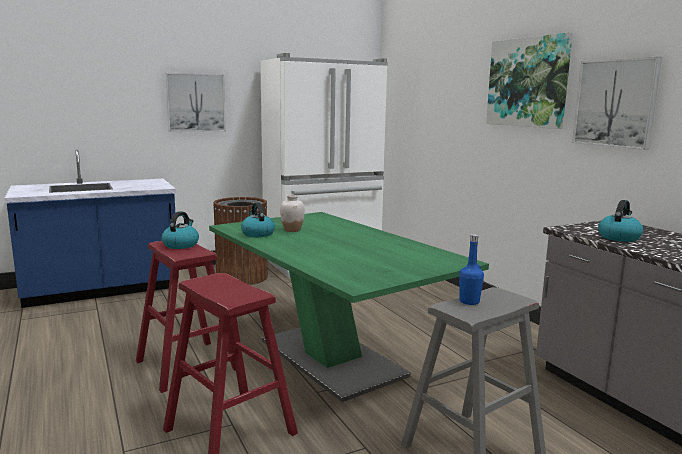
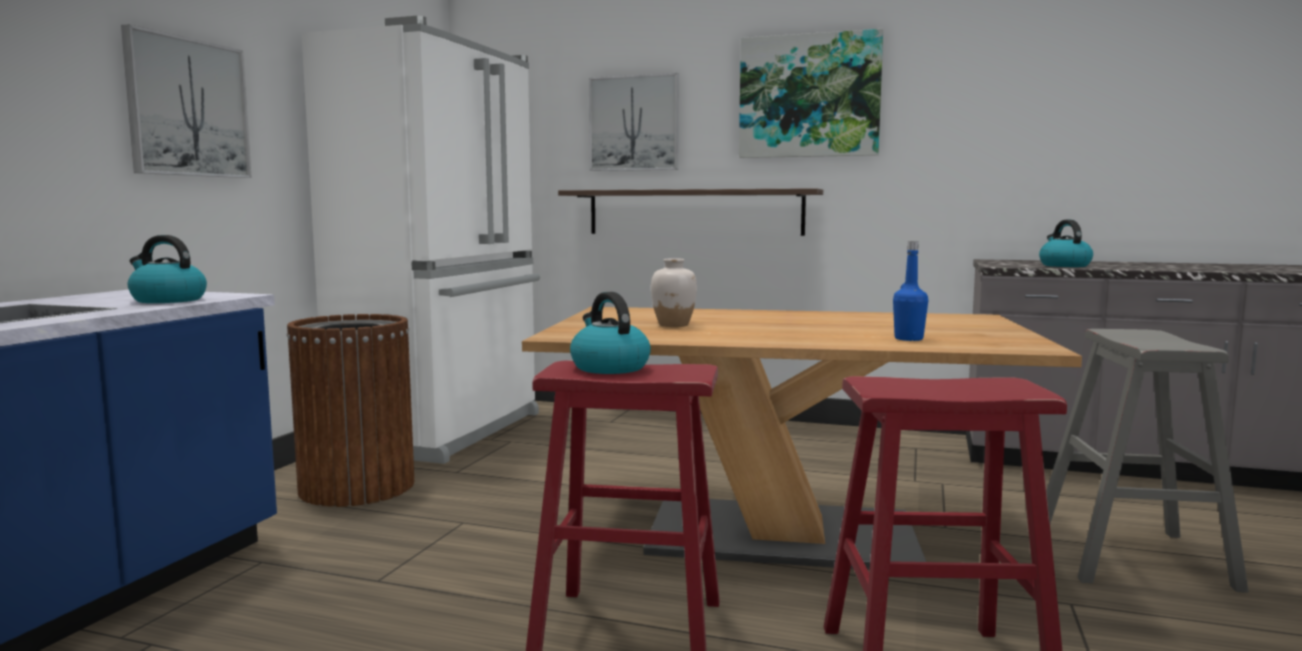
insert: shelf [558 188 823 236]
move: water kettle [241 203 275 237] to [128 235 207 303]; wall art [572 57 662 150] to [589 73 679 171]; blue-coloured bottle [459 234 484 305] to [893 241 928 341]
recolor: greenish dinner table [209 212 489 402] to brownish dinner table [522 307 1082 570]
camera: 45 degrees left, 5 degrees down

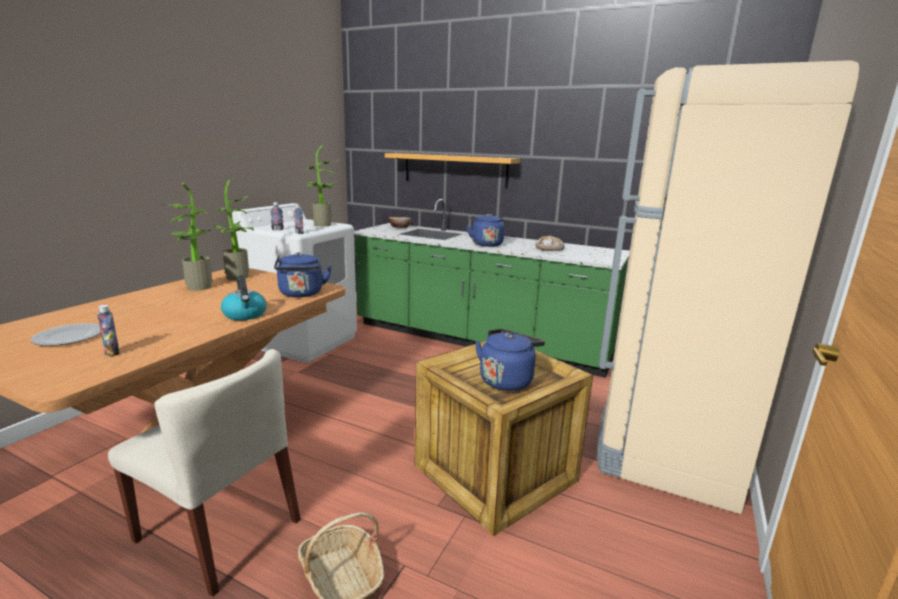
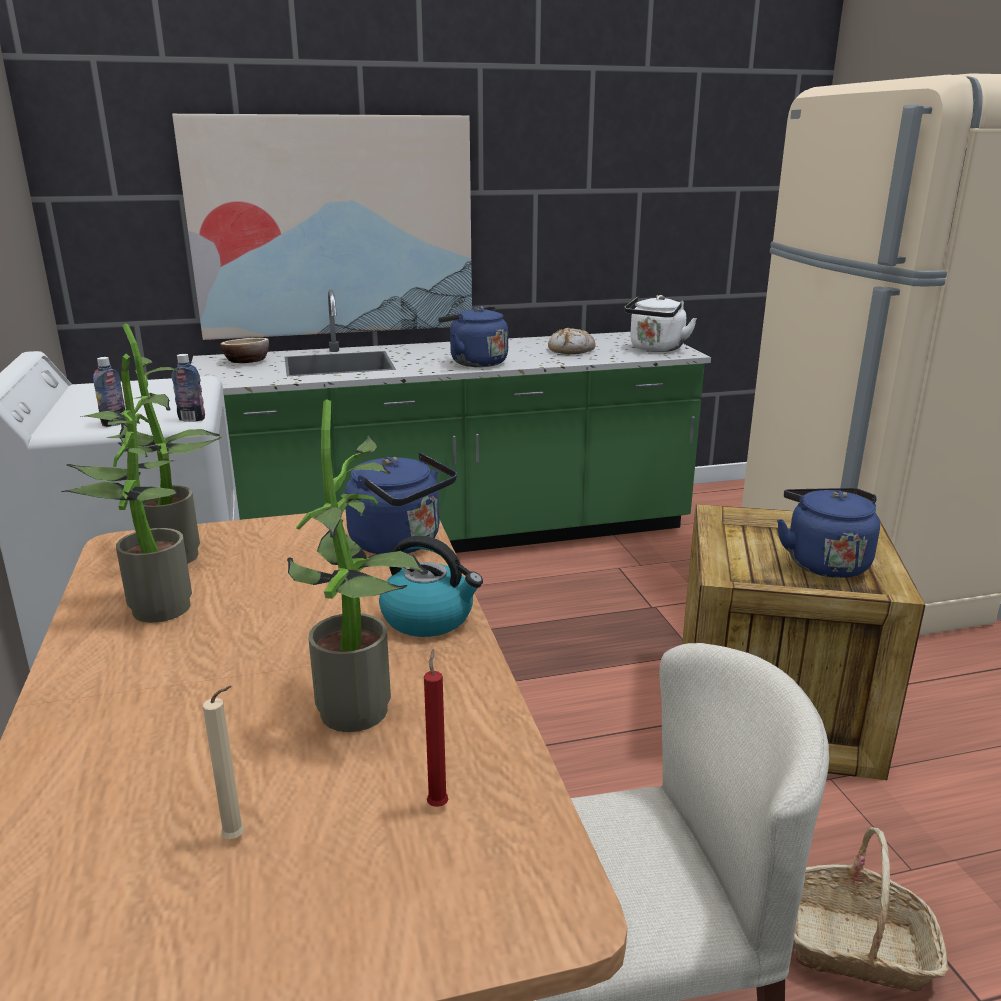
insert: white-coloured water kettle [624 295 697 352]
move: houseplant [306 145 339 227] to [287 399 429 732]
replace: shelf [385 153 520 188] to wall art [172 114 472 340]; flat dish [31 323 101 346] to sand-coloured wax light [203 686 244 839]; bottle [97 305 120 356] to red wax light [424 650 448 807]
camera: 40 degrees left, 5 degrees up

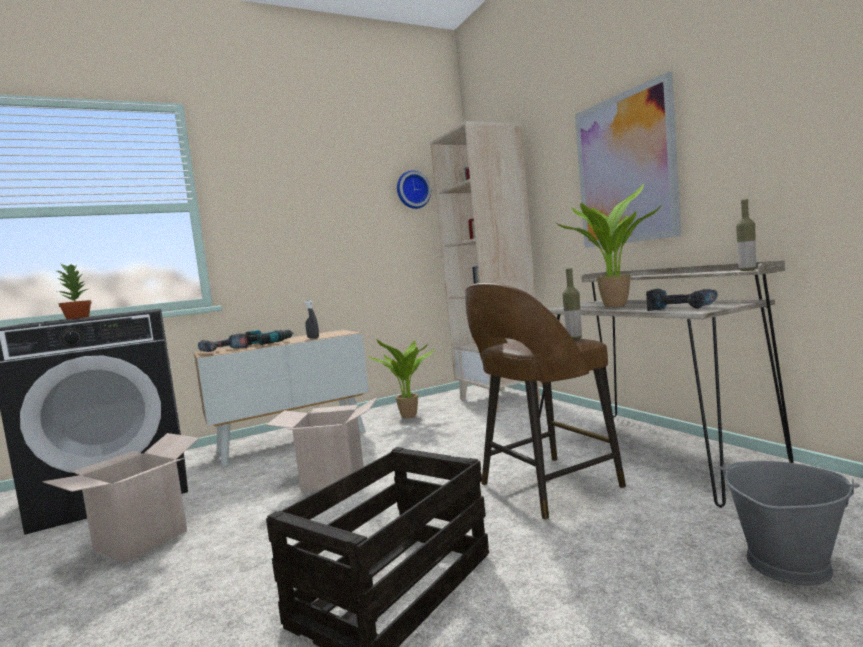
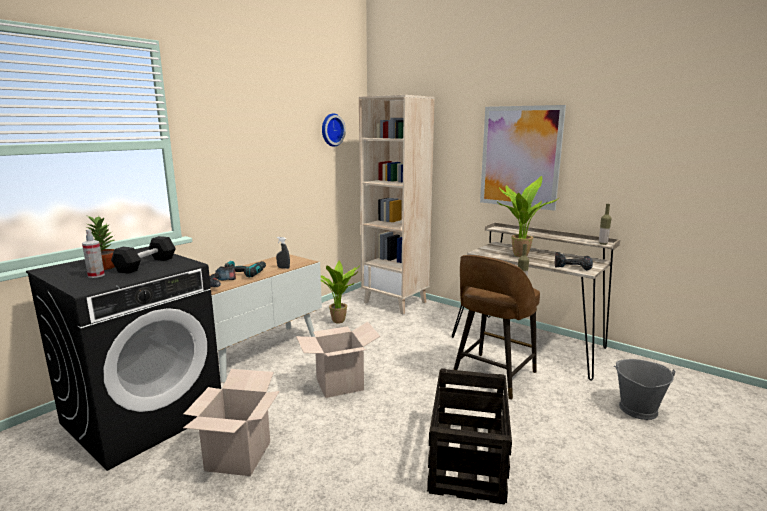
insert: spray bottle [82 229 105 278]; black-coloured hand weight [111 236 176 274]
camera: 25 degrees left, 10 degrees up

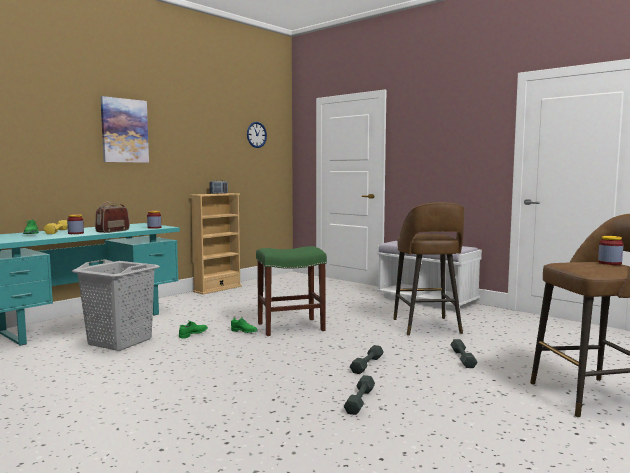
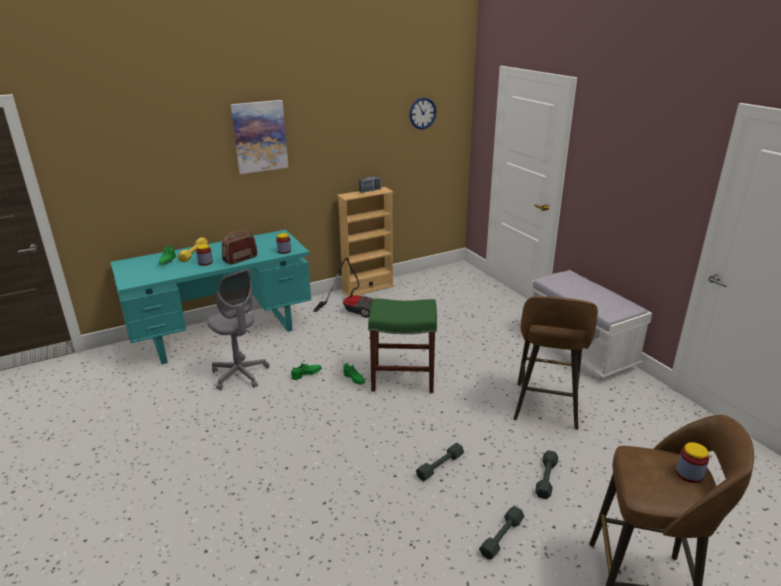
insert: hoover [313 258 372 318]
move: grey hand weight [344 375 375 415] to [479 506 525 559]
replace: grey washing basket [72 259 160 351] to grey office chair [207 269 269 390]
camera: 20 degrees right, 20 degrees up

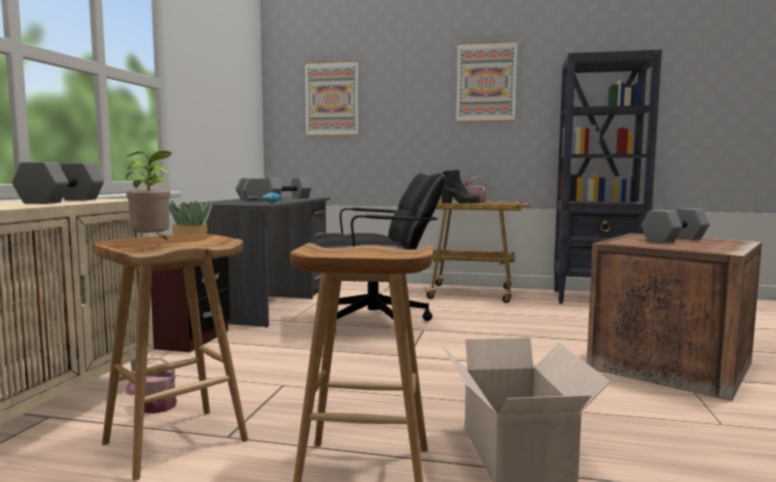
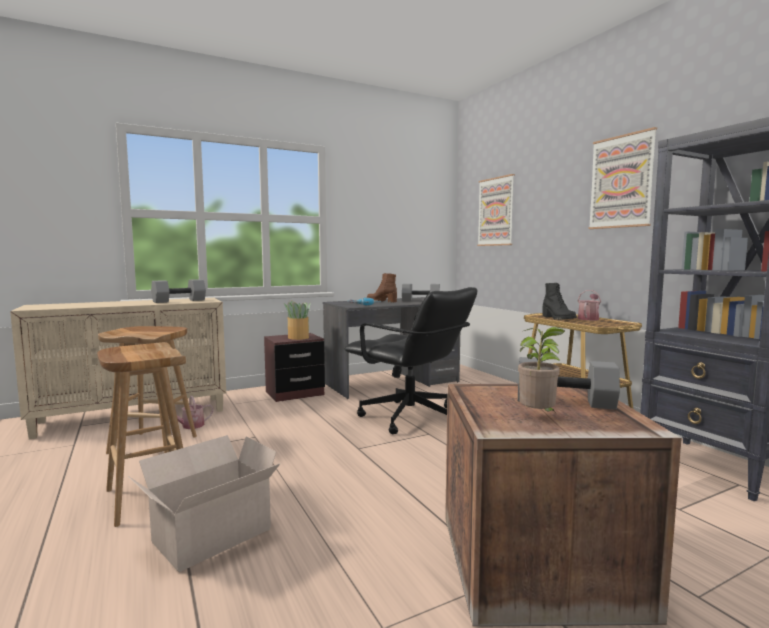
move: houseplant [126 151 172 240] to [518 327 565 413]
replace: grey hand weight [235 178 269 202] to brownish tall boot [367 273 397 302]
camera: 50 degrees right, 0 degrees up

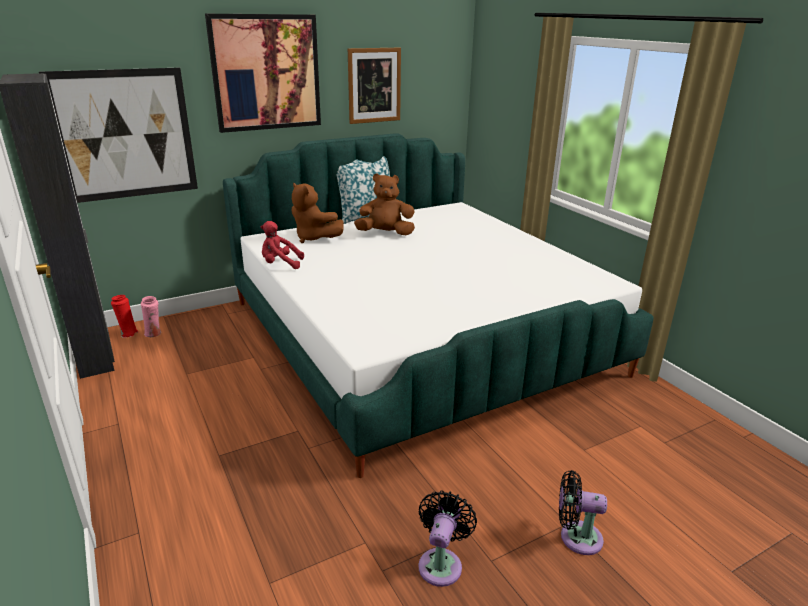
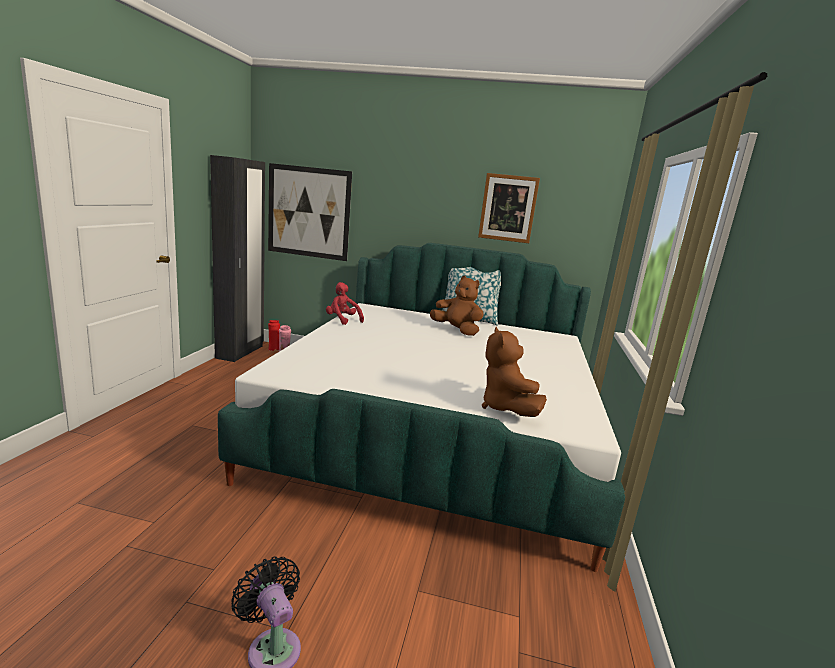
delete: wall art [205 14 321 133]; black-coloured cooling fan [419 490 477 587]
move: brownish soft toy [292 183 343 243] to [482 327 547 417]
camera: 40 degrees right, 10 degrees down

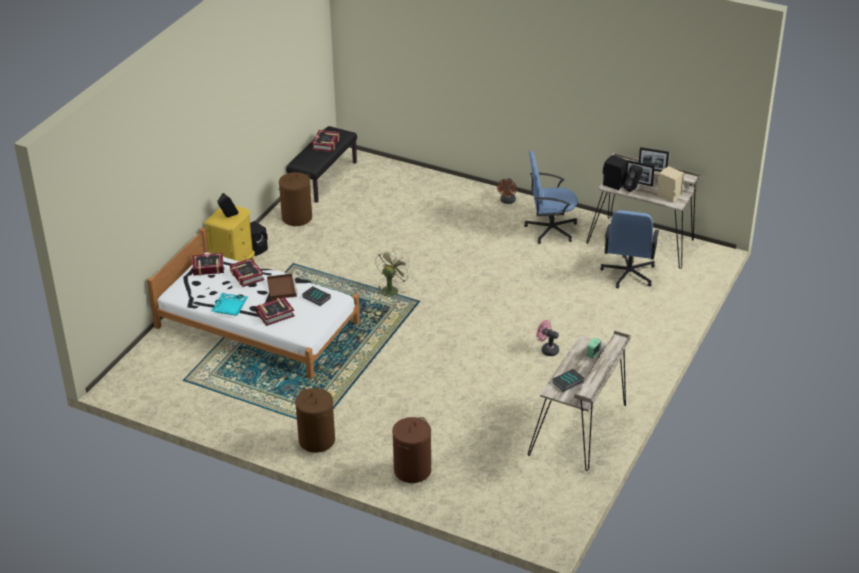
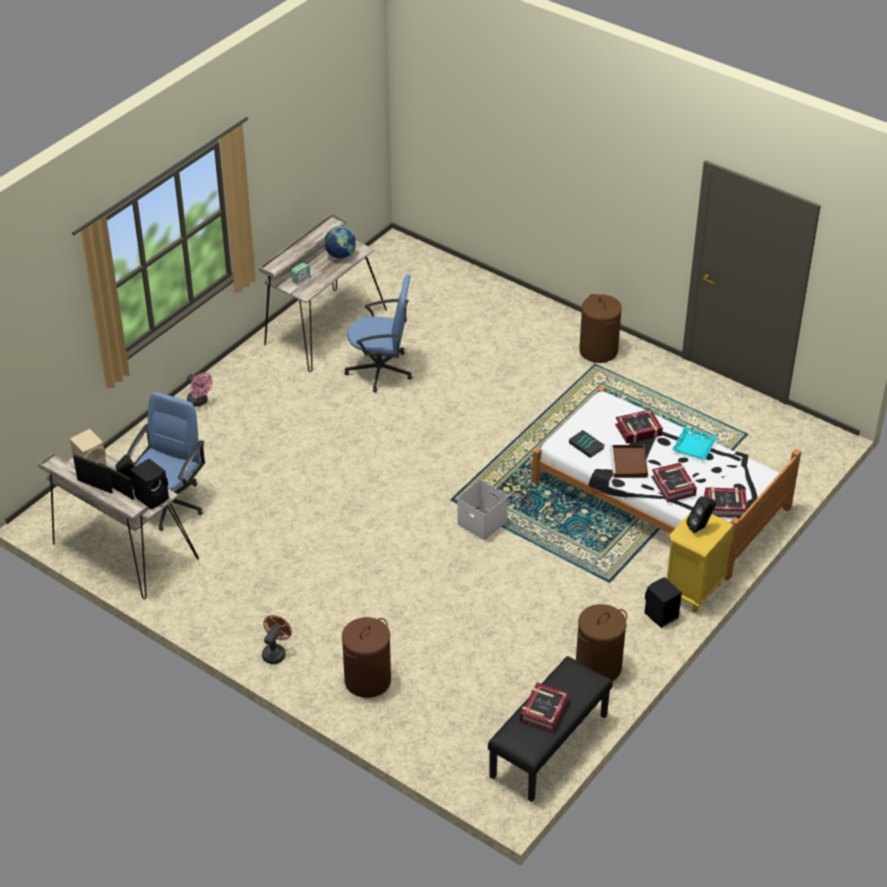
move: pink-coloured cooling fan [536 320 559 356] to [187 373 213 407]; brownish washing basket [392 417 431 483] to [342 617 391 698]; blue-coloured office chair [524 151 578 244] to [344 274 412 393]
replace: volume [552 369 584 392] to desk globe [324 226 356 258]; greenish cooling fan [375 250 411 297] to white-coloured storage container [457 479 508 541]
camera: 170 degrees left, 5 degrees up

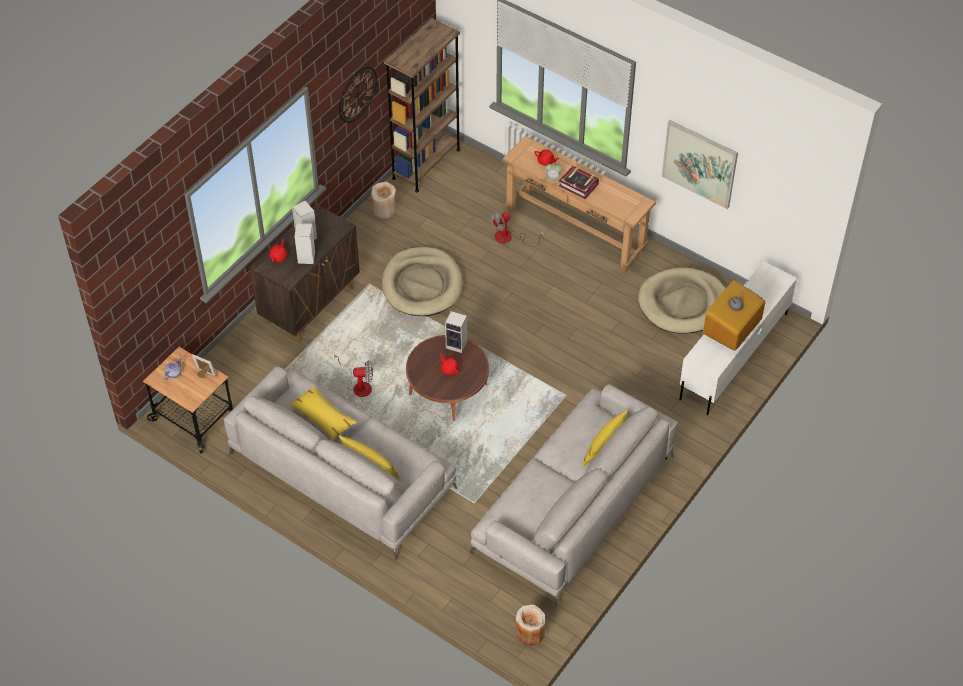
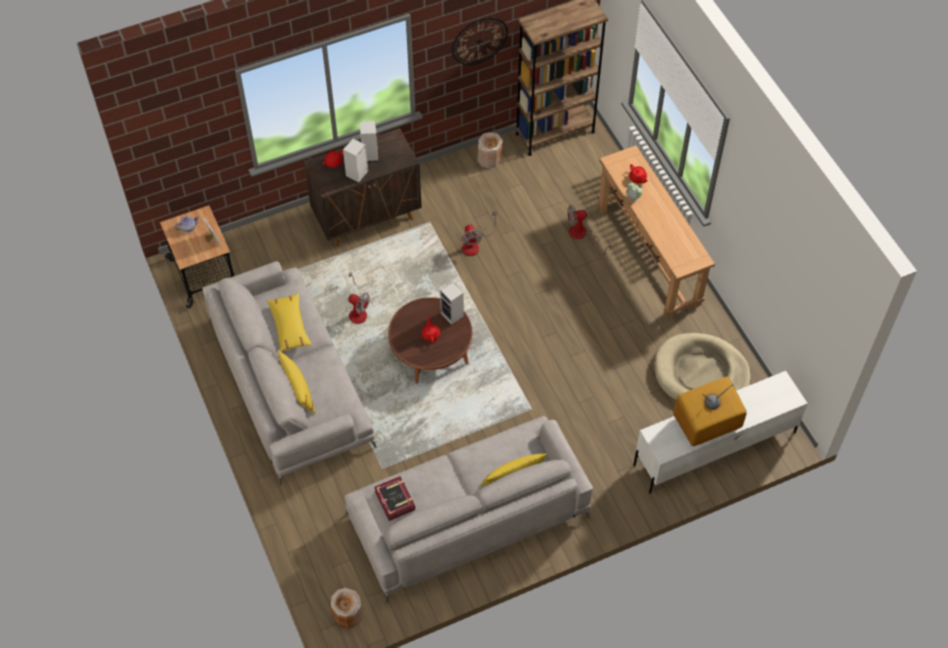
delete: wall art [661 120 738 209]
move: volume [559 166 599 199] to [374 476 415 521]
replace: sand-coloured pet bed [382 247 463 316] to cooling fan [461 211 497 256]
camera: 30 degrees right, 5 degrees up

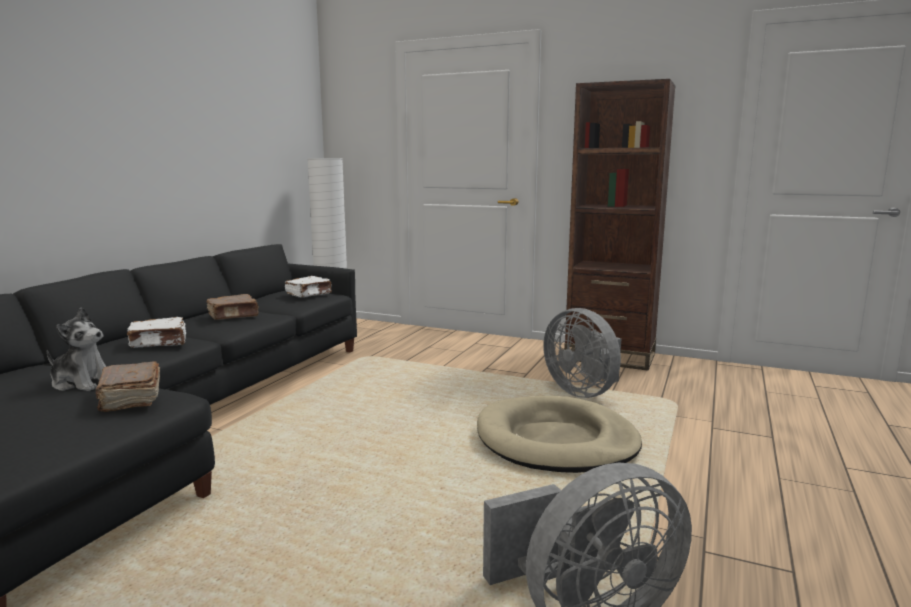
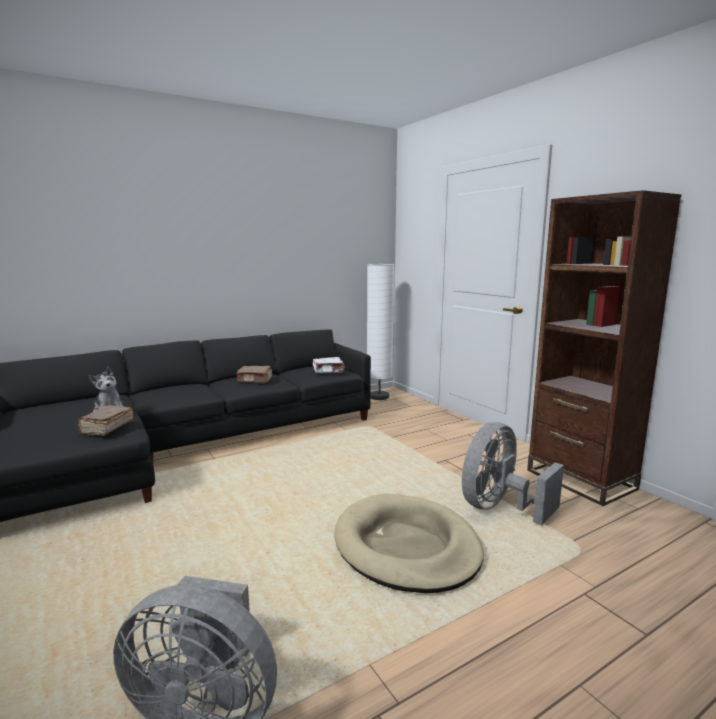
delete: white-coloured volume [127 317 186 348]
rotate: grey cooling fan [543 308 621 398] = [462 422 564 525] 45 degrees clockwise
camera: 35 degrees right, 0 degrees up

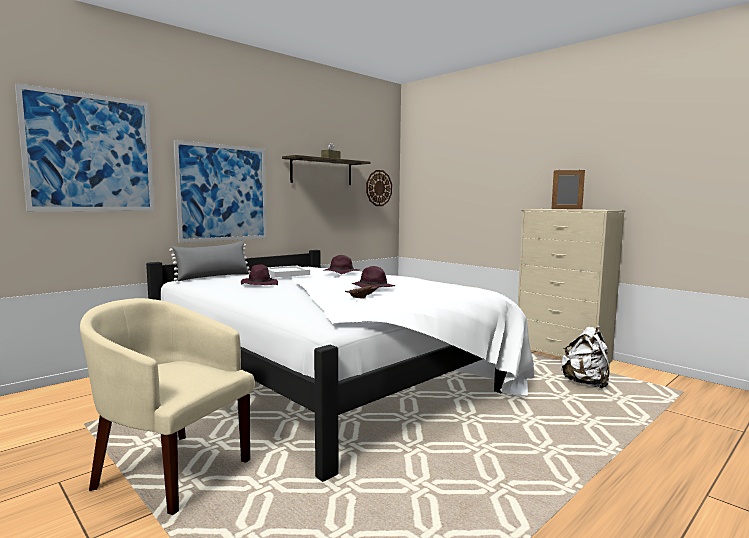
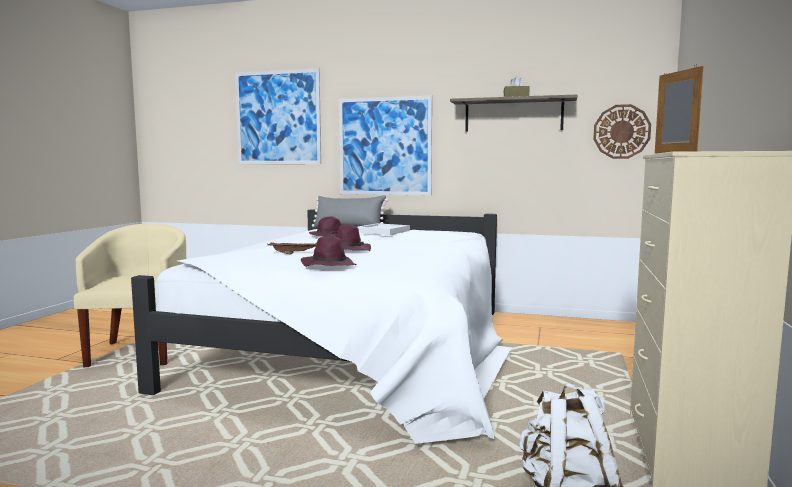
move: purple hat [324 255 359 274] to [301 236 357 267]
camera: 60 degrees right, 0 degrees up

